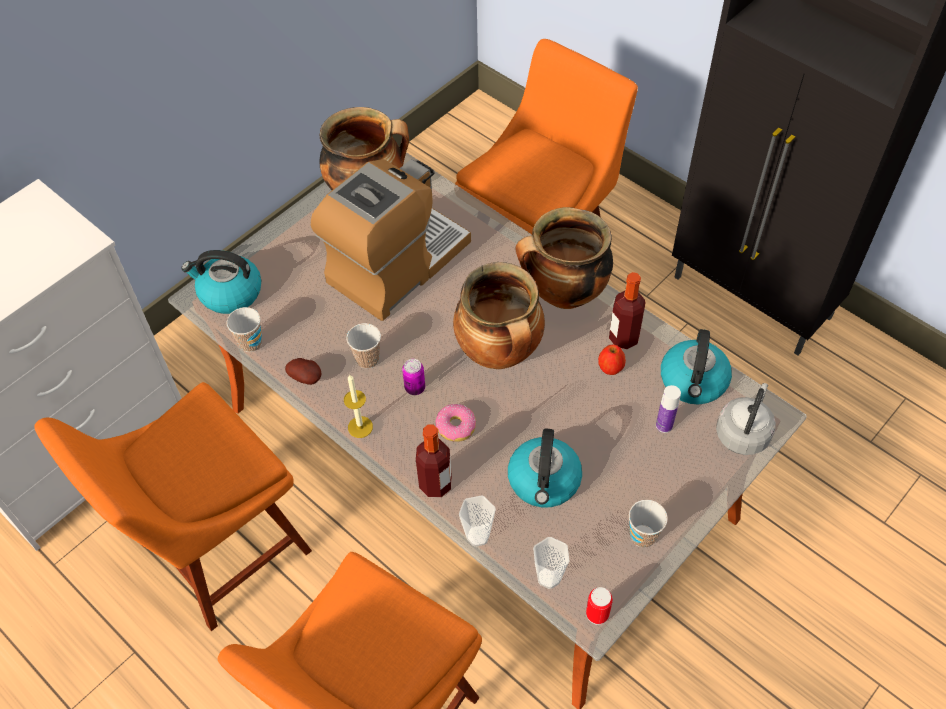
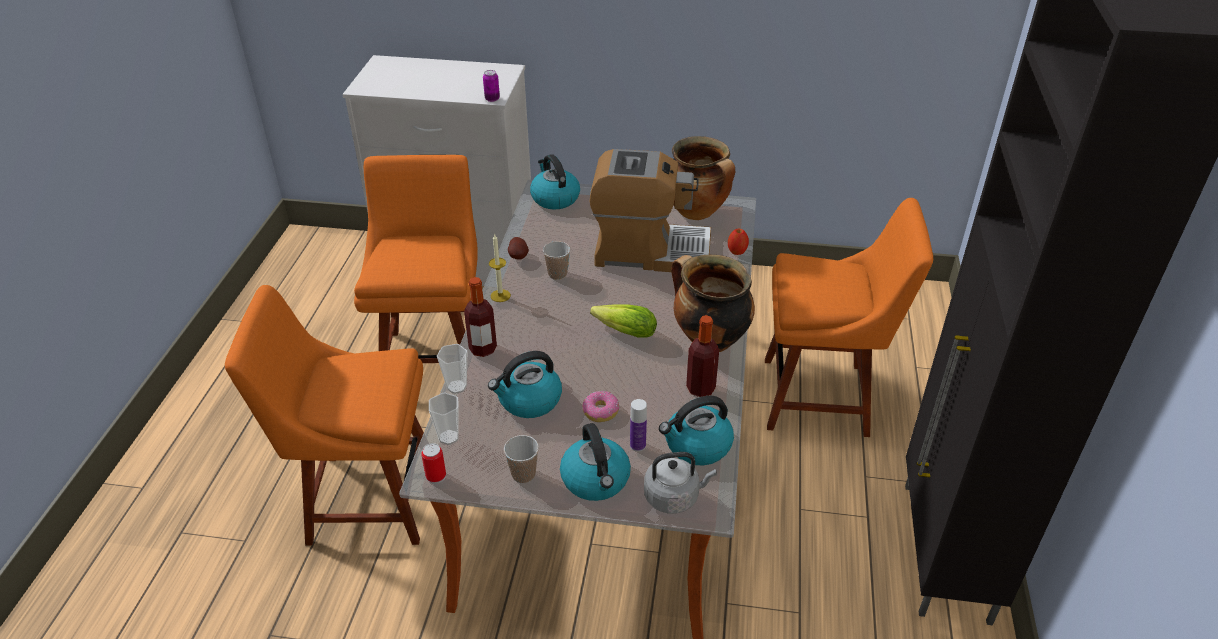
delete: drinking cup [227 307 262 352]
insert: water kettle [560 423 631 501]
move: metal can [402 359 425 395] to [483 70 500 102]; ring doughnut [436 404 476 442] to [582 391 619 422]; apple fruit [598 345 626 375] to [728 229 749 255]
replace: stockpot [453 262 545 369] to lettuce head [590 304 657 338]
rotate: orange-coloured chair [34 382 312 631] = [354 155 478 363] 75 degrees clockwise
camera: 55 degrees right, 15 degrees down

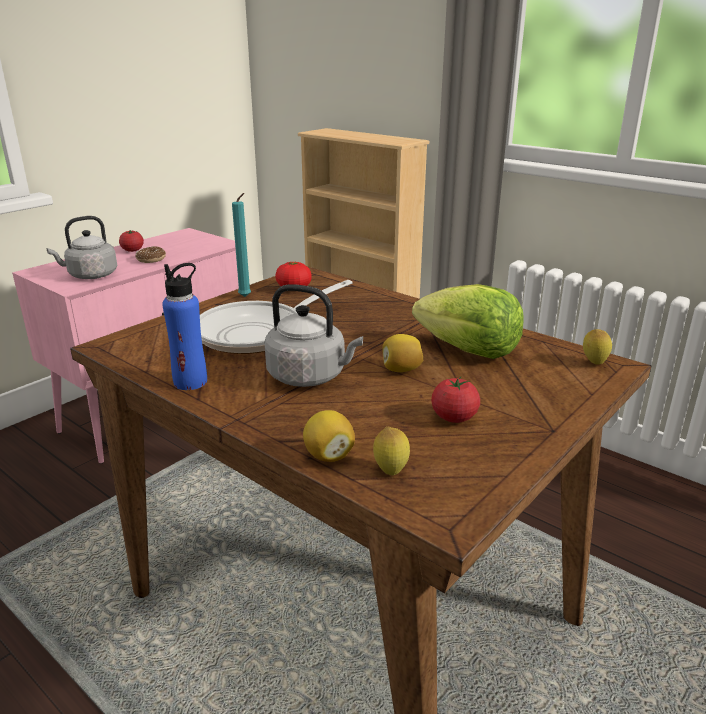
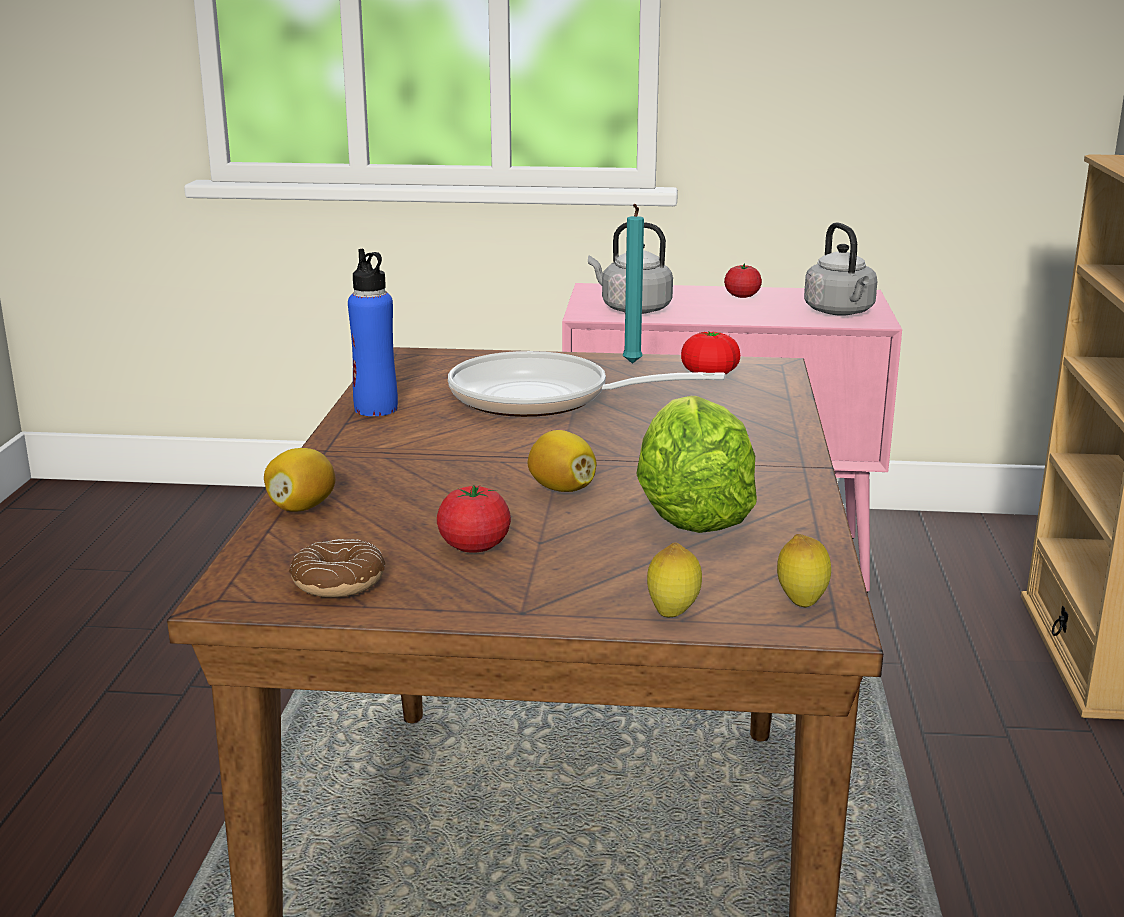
move: ring doughnut [135 246 166 263] to [289 539 386 597]; citrus fruit [373 427 410 476] to [647 542 702 618]; grey water kettle [264 284 363 387] to [804 222 877 316]
camera: 55 degrees right, 5 degrees down

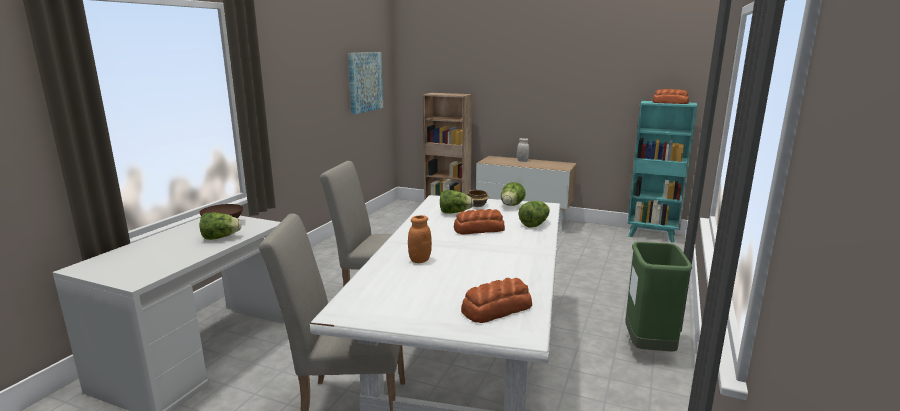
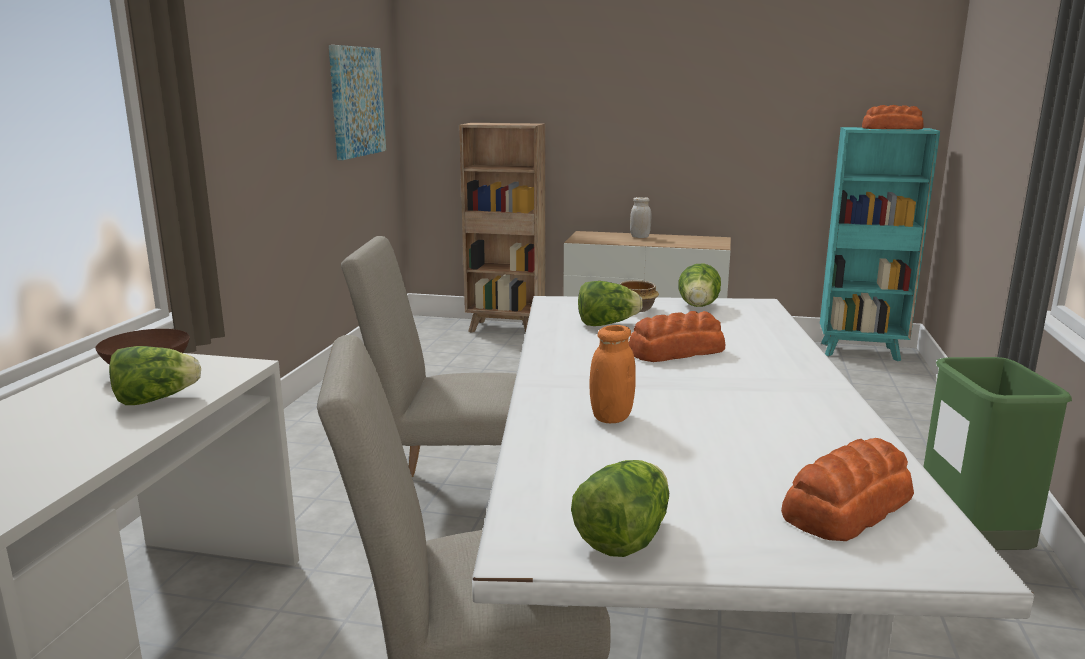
move: lettuce head [518 201 550 227] to [571 460 669 557]
camera: 10 degrees left, 0 degrees up

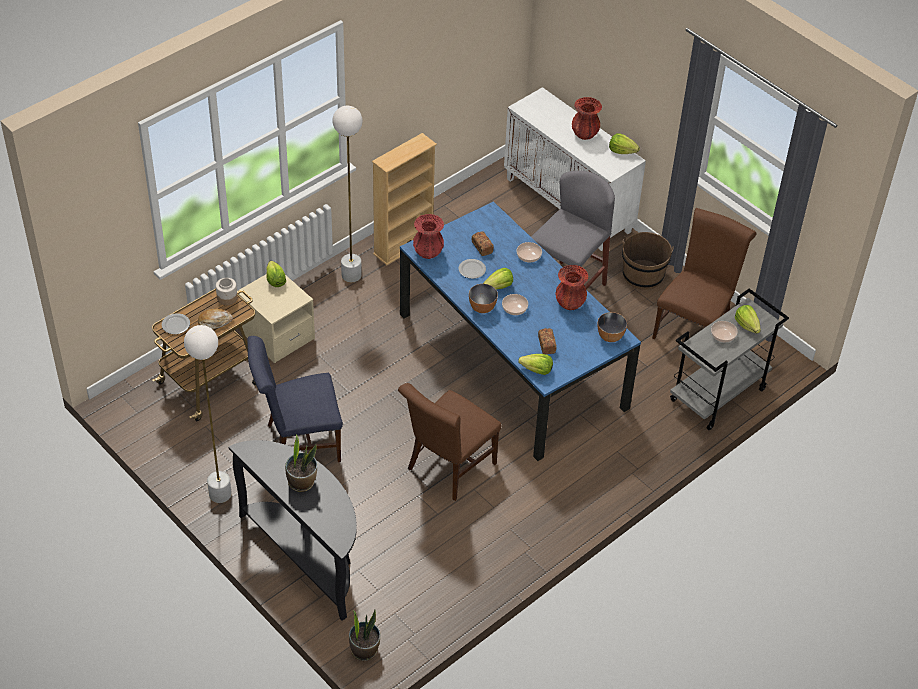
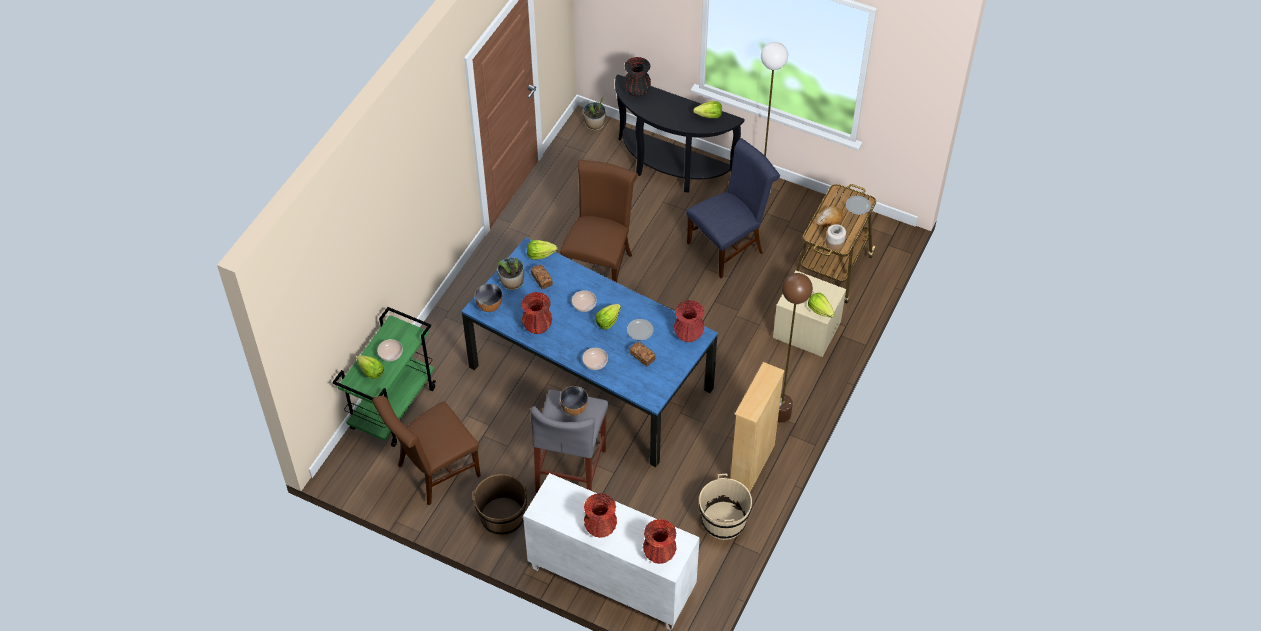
insert: black-coloured decorative vase [624 57 651 97]; red decorative vase [643 519 677 564]; sand-coloured pail [699 474 752 540]
move: houseplant [285 434 317 492] to [497 257 524 290]; bowl [469 284 498 313] to [560 386 588 416]; lettuce head [609 133 640 154] to [693 101 722 118]
recolor: grey wheeled cart [670 288 789 430] to greenish wheeled cart [332 307 436 447]; white-coloured standing lamp [332 106 363 282] to brownish standing lamp [778 273 813 423]
rotate: brownish chair [652 208 756 339] = [372 396 481 505] 45 degrees clockwise
camera: 160 degrees right, 5 degrees up

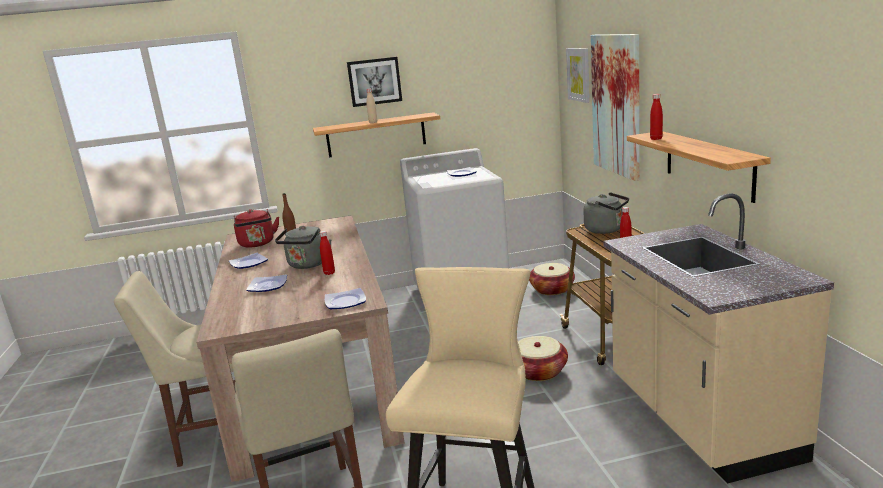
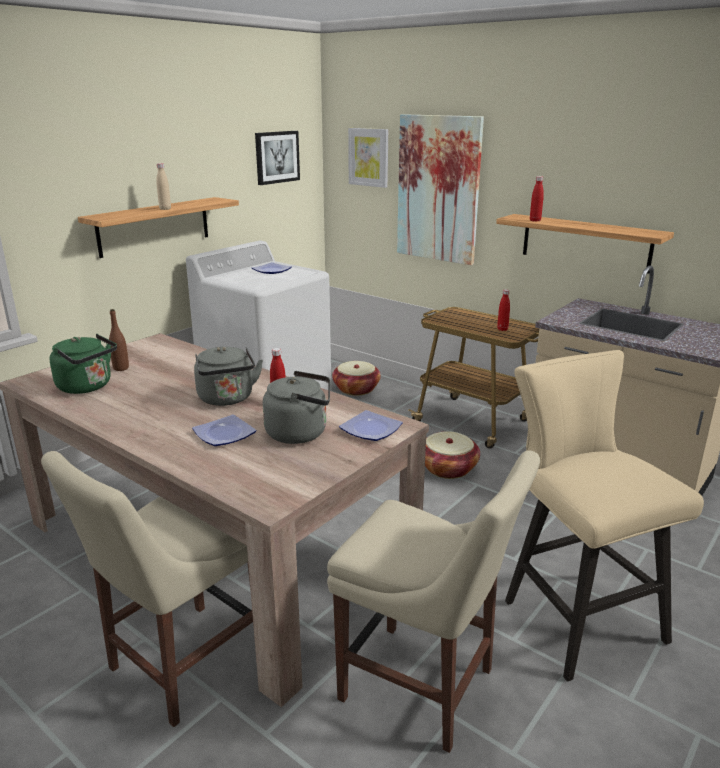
delete: flat dish [229 253 268 269]
move: wall art [347 57 402 107] to [255 131 300 185]; grey water kettle [583 192 629 234] to [263 371 330 444]
recolor: red water kettle [234 209 279 248] to greenish water kettle [50 334 117 394]
camera: 40 degrees left, 5 degrees up

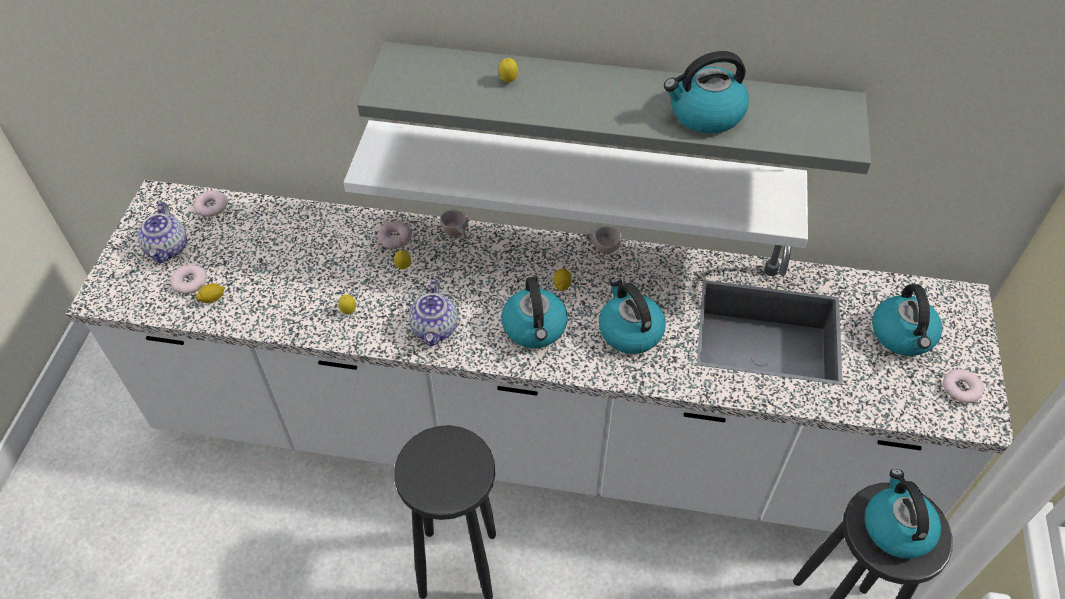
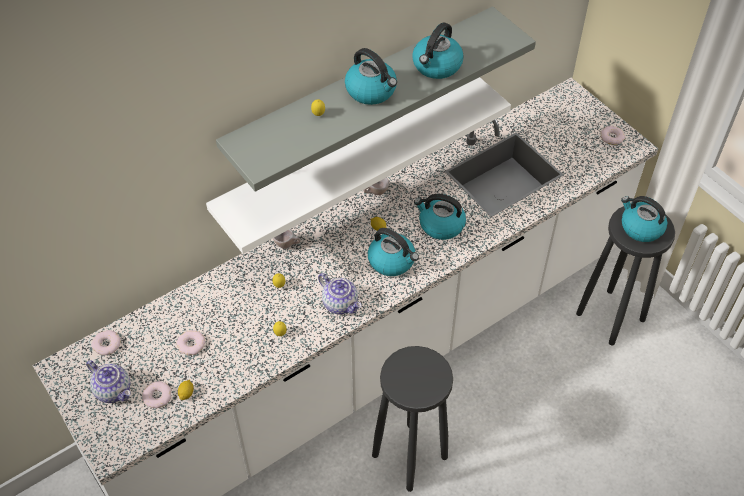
move: ring doughnut [377 221 412 249] to [177 330 206 355]; water kettle [872 284 942 356] to [345 48 397 105]
camera: 45 degrees left, 0 degrees up

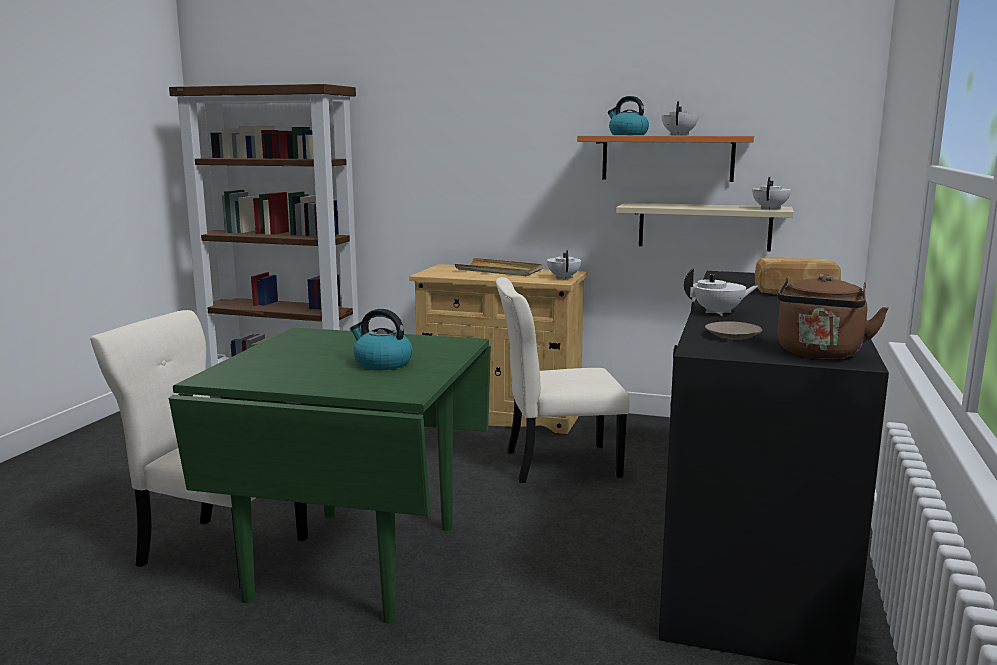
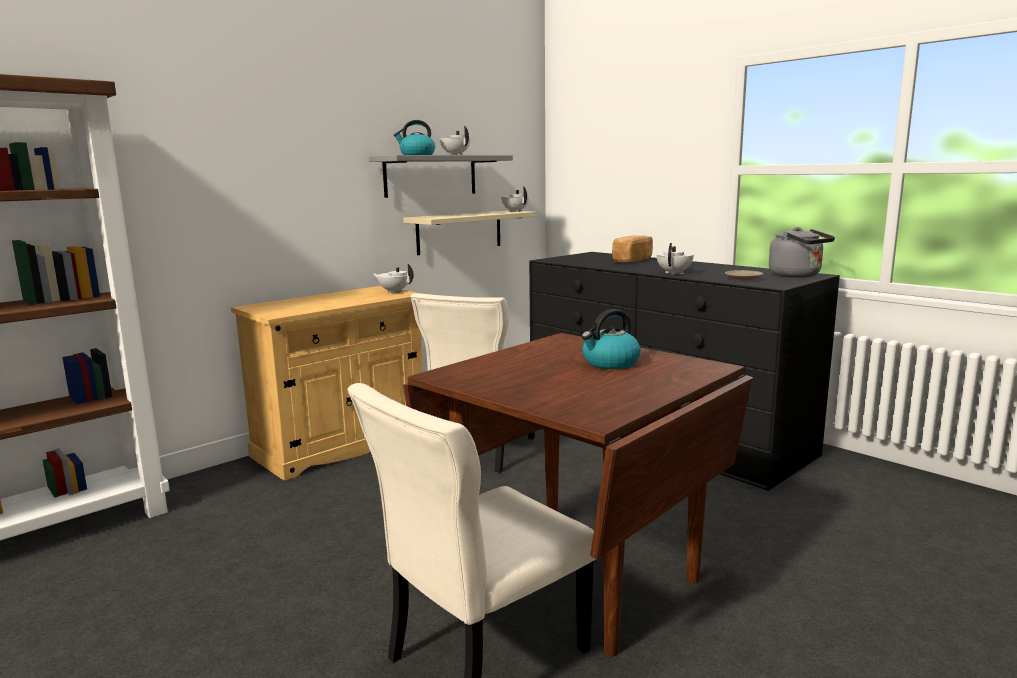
delete: sand-coloured carrying tray [455 258 543 276]
recolor: orange-coloured shelf [577 135 754 182] to grey shelf [369 155 513 198]; greenish dinner table [169 328 491 624] to brownish dinner table [403 333 753 657]; brownish water kettle [777 274 889 359] to grey water kettle [769 227 835 278]
camera: 60 degrees left, 0 degrees up

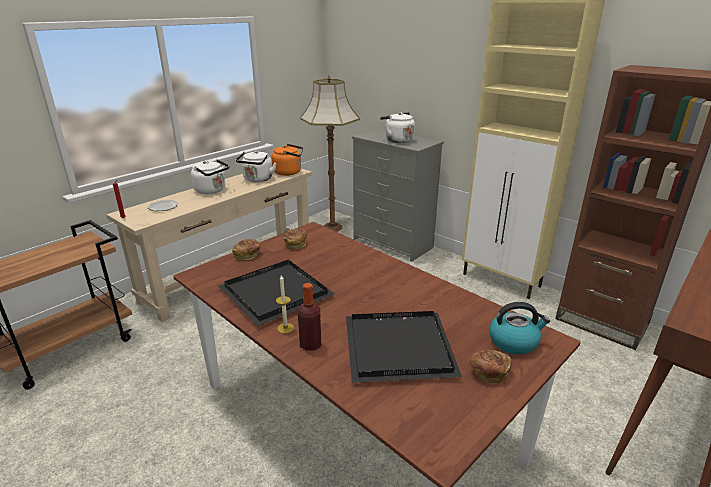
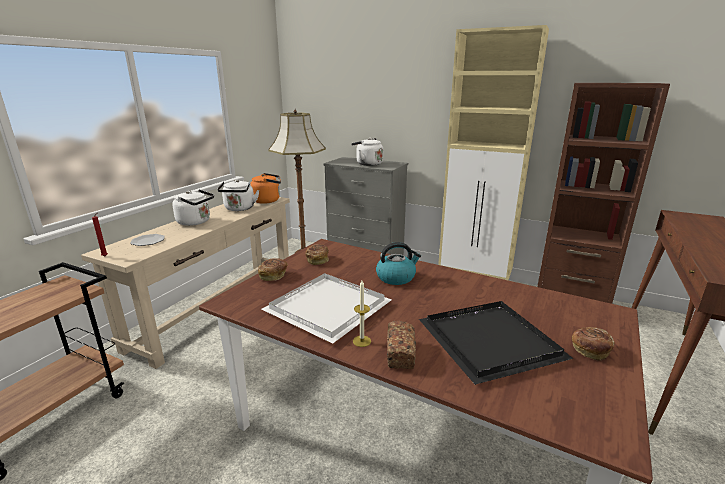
move: water kettle [489 302 550 355] to [376 242 421 285]
replace: bottle [298 283 321 351] to bread [387 321 416 369]
recolor: black-coloured carrying tray [218 260 335 326] to white-coloured carrying tray [262 273 392 344]
camera: 15 degrees left, 5 degrees down

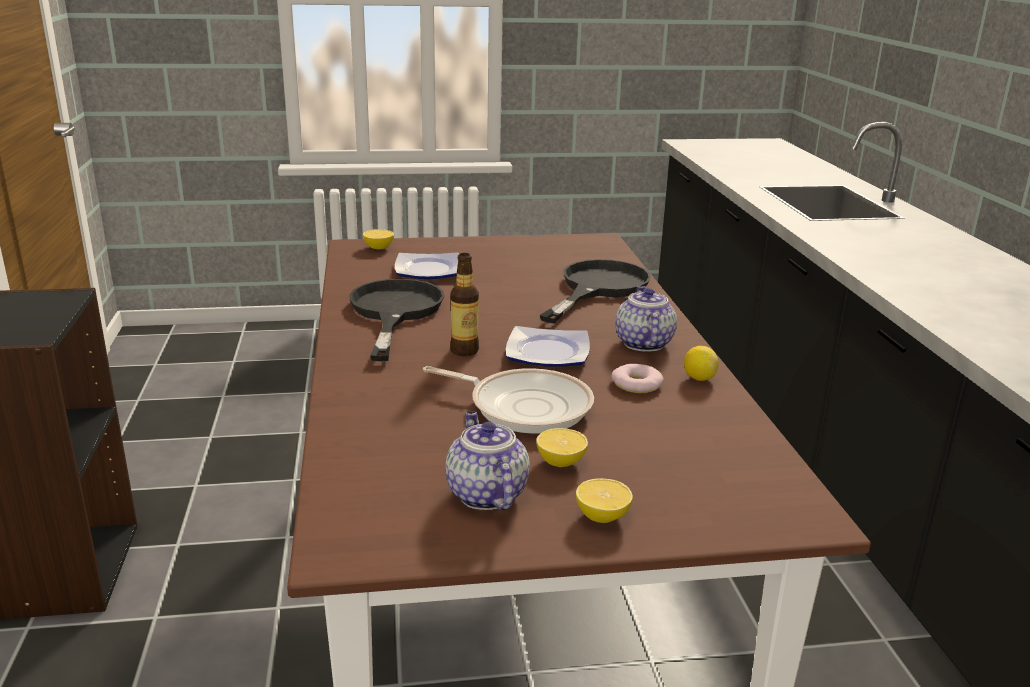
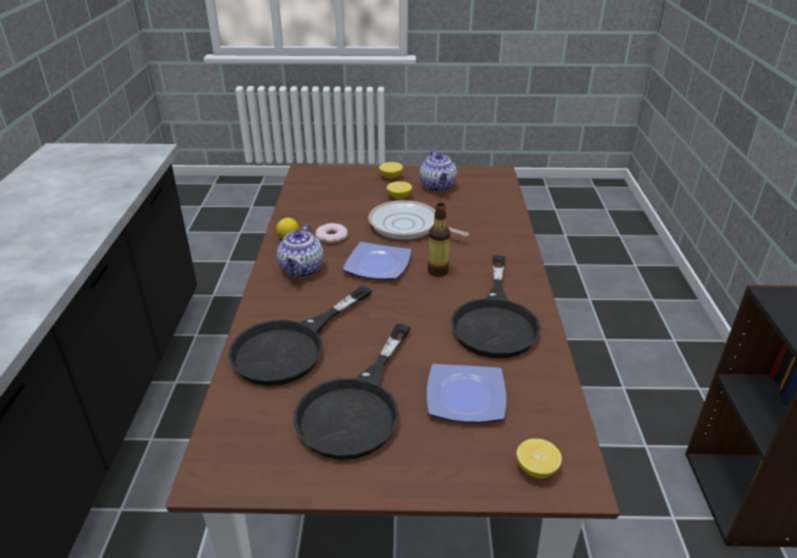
insert: black-coloured frying pan [293 324 410 460]
camera: 170 degrees left, 10 degrees up

